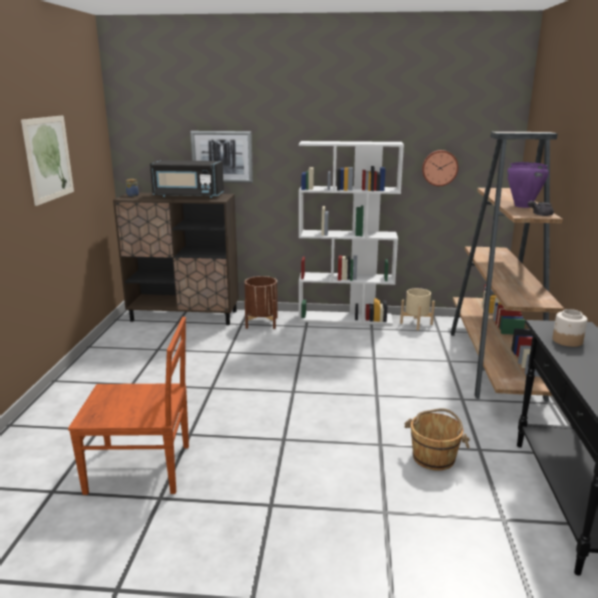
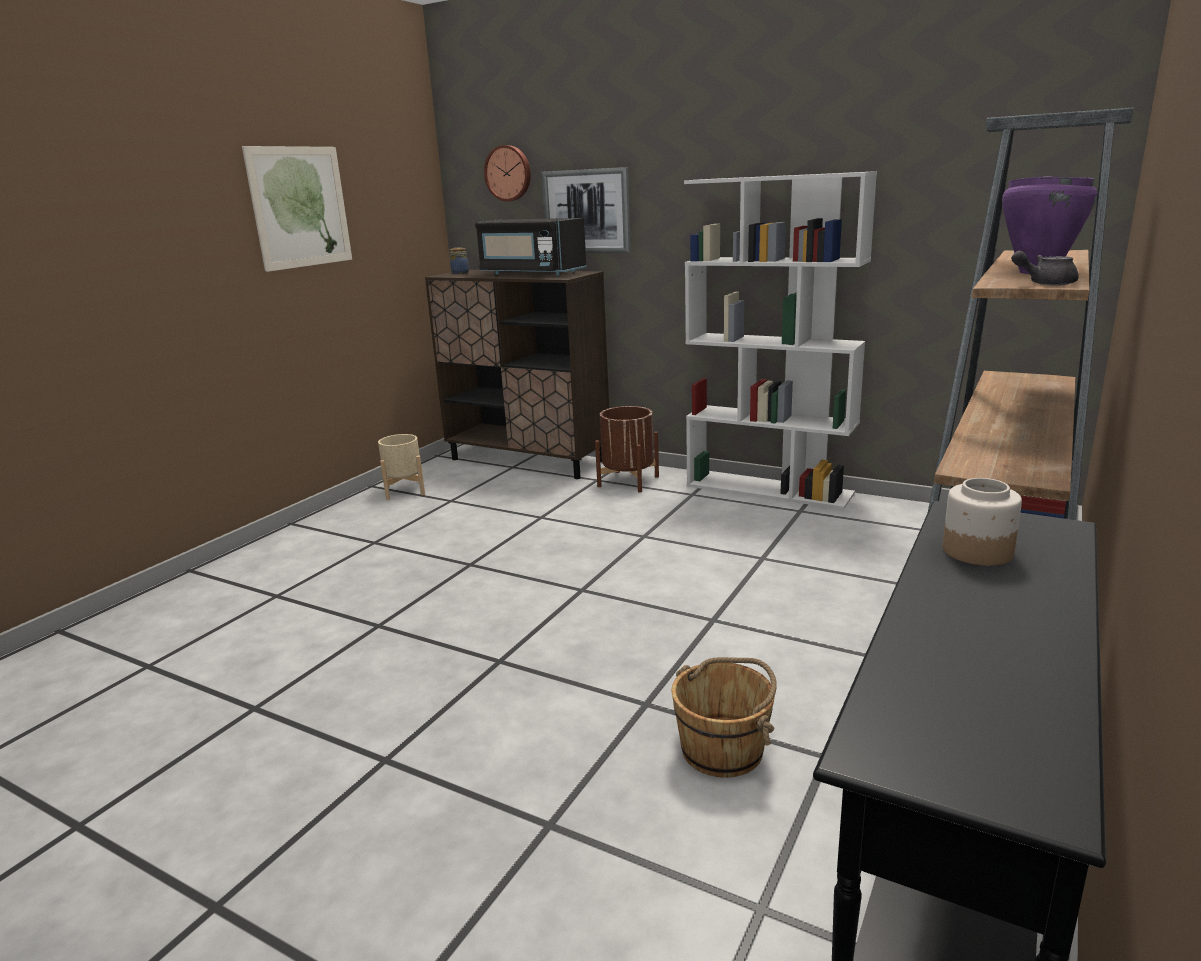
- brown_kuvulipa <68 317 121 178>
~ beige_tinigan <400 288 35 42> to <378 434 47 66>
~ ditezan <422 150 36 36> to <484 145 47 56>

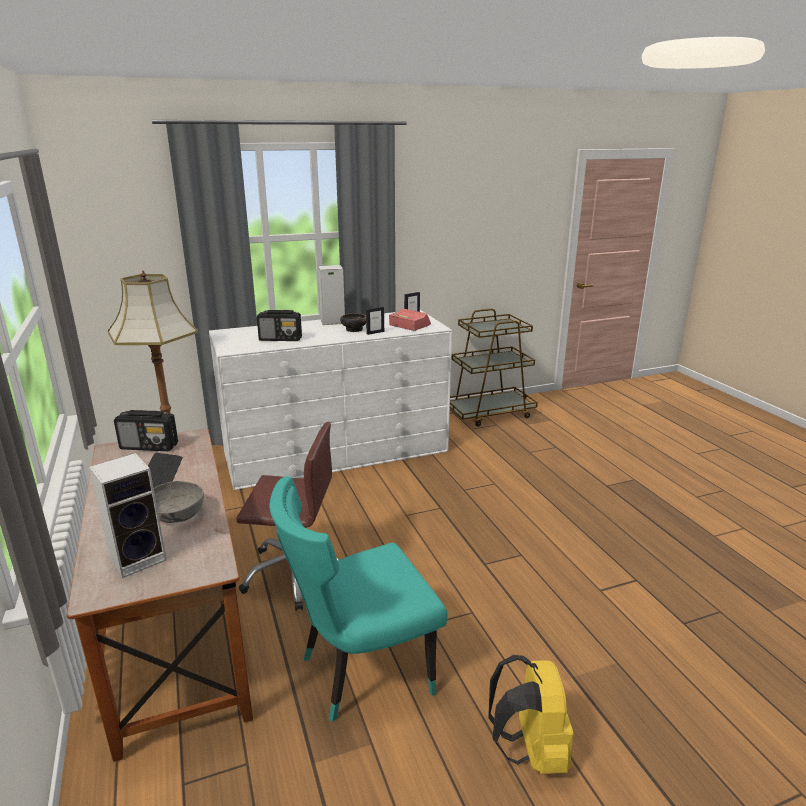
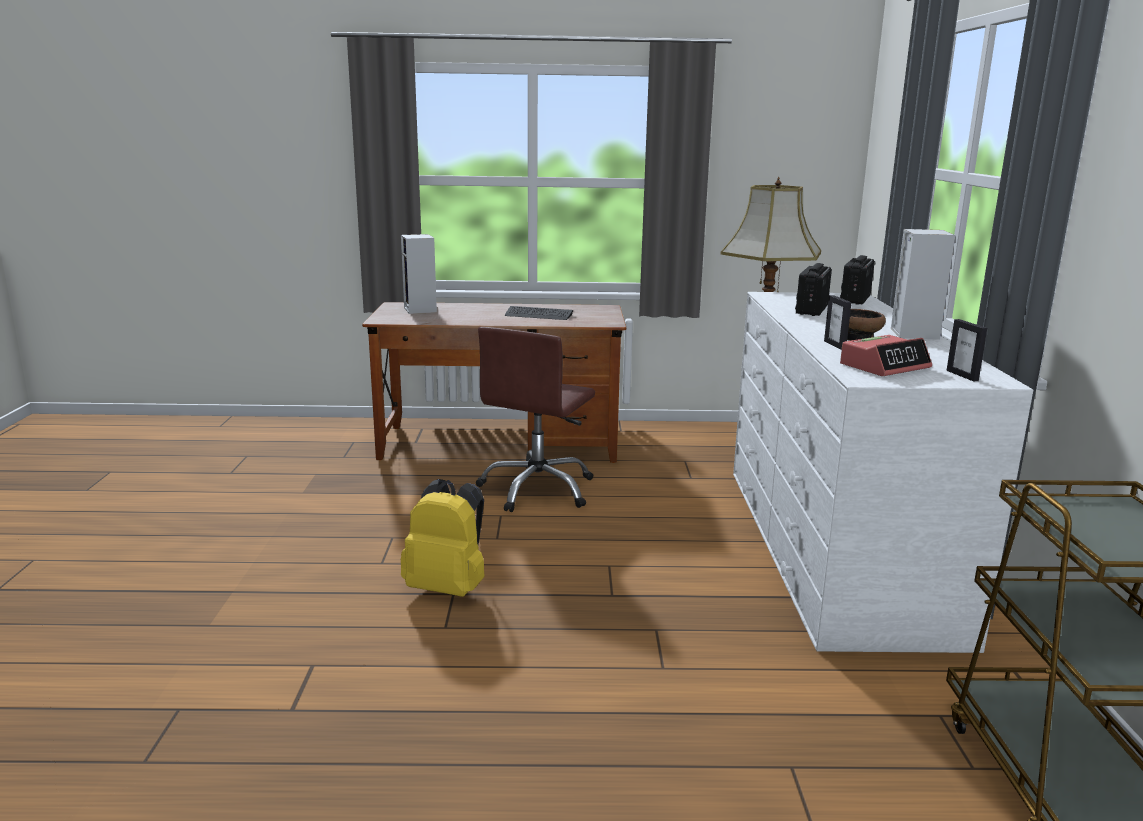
- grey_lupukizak <154 481 50 42>
- turquoise_kuvulipa <269 476 178 246>
~ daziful <114 410 64 41> to <840 255 35 50>
~ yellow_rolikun <488 655 86 119> to <401 479 84 118>

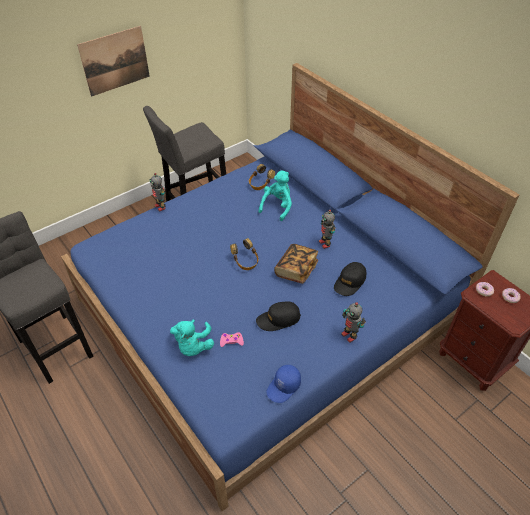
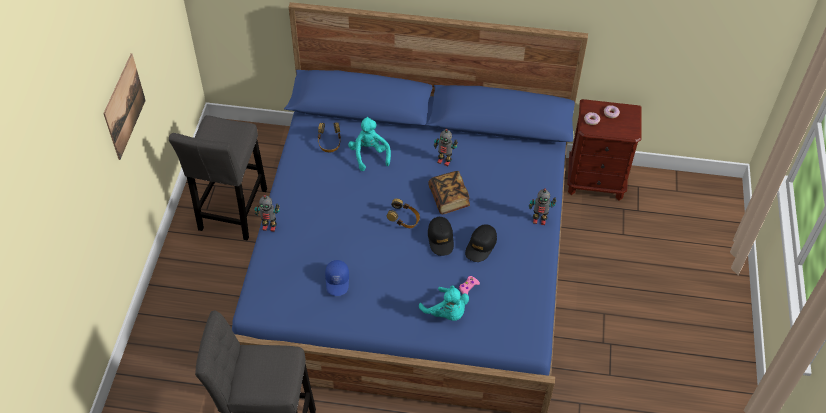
~ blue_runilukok <266 365 35 38> to <325 260 24 36>
~ black_runilukok <334 262 32 34> to <428 217 26 39>

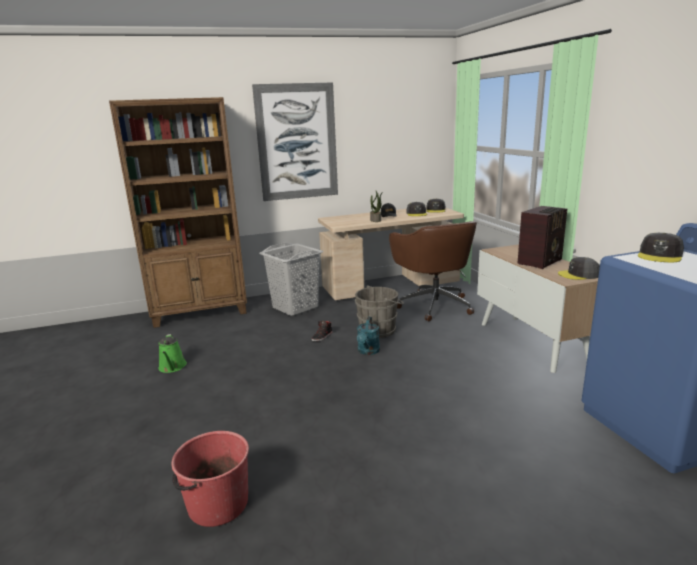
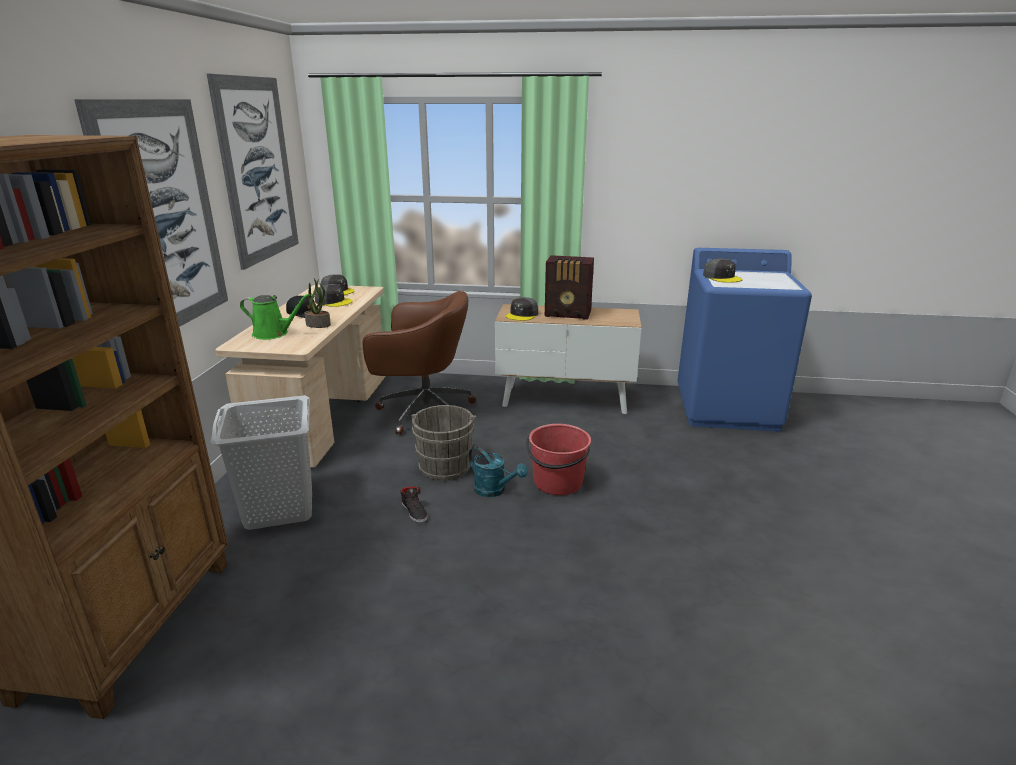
+ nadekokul <207 74 92 196>
~ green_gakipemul <158 334 29 39> to <240 294 70 46>
~ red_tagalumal <171 431 78 96> to <526 424 65 71>
~ grey_runilukok <558 257 42 23> to <506 297 32 24>
~ daziful <517 206 50 63> = <545 255 49 65> 120 degrees clockwise

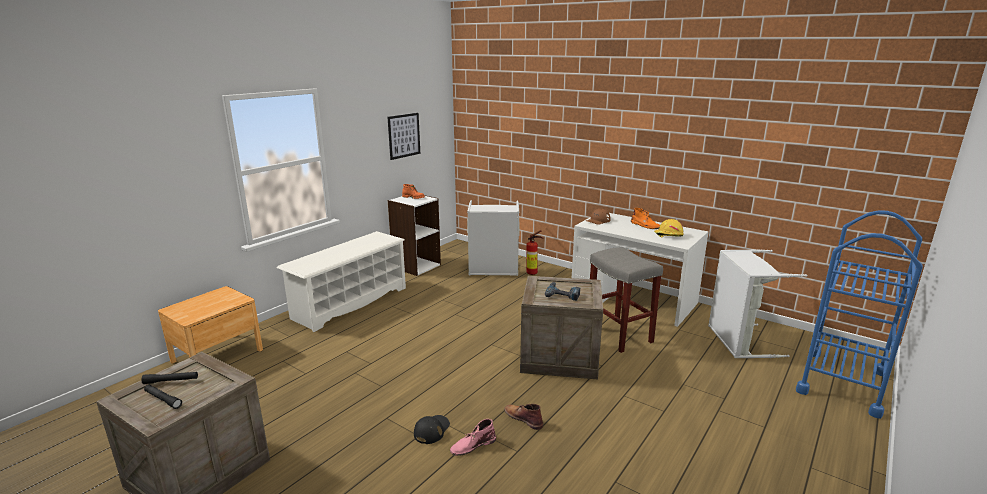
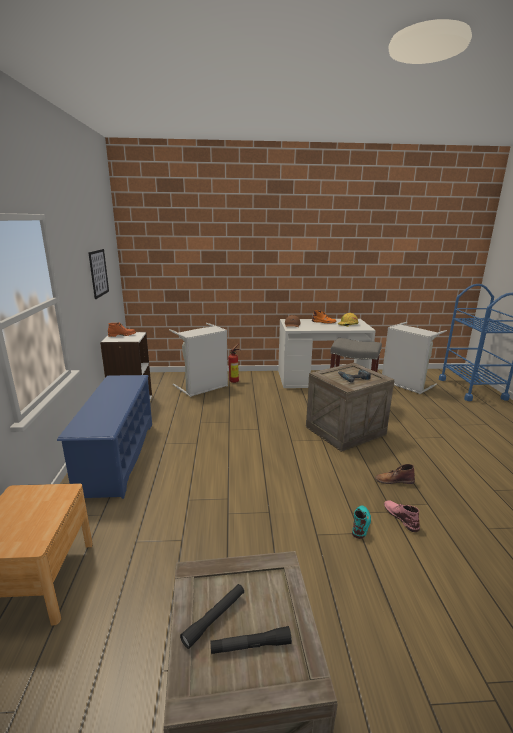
~ black_runilukok <414 415 36 29> to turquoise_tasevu <352 506 19 33>
~ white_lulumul <277 231 129 101> to blue_lulumul <57 375 95 124>
~ pink_tasevu <450 419 46 37> = <384 500 36 32> 135 degrees clockwise

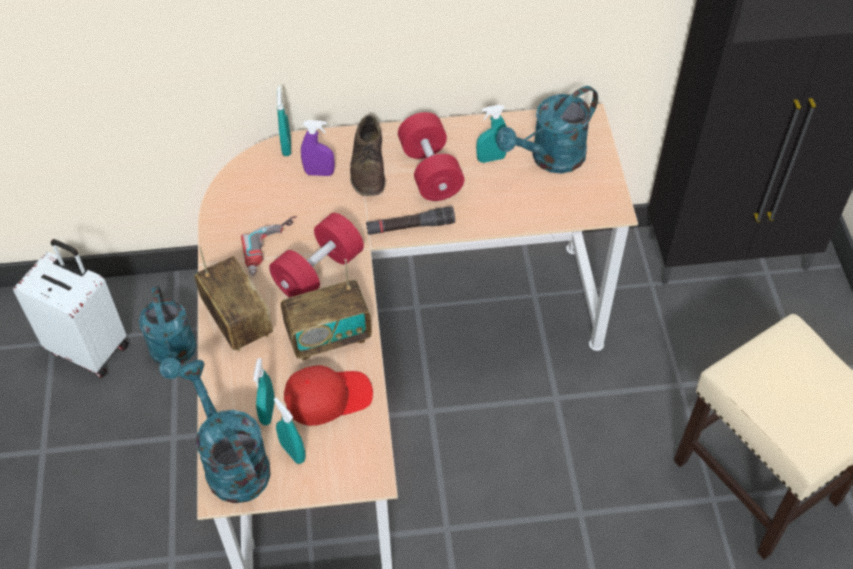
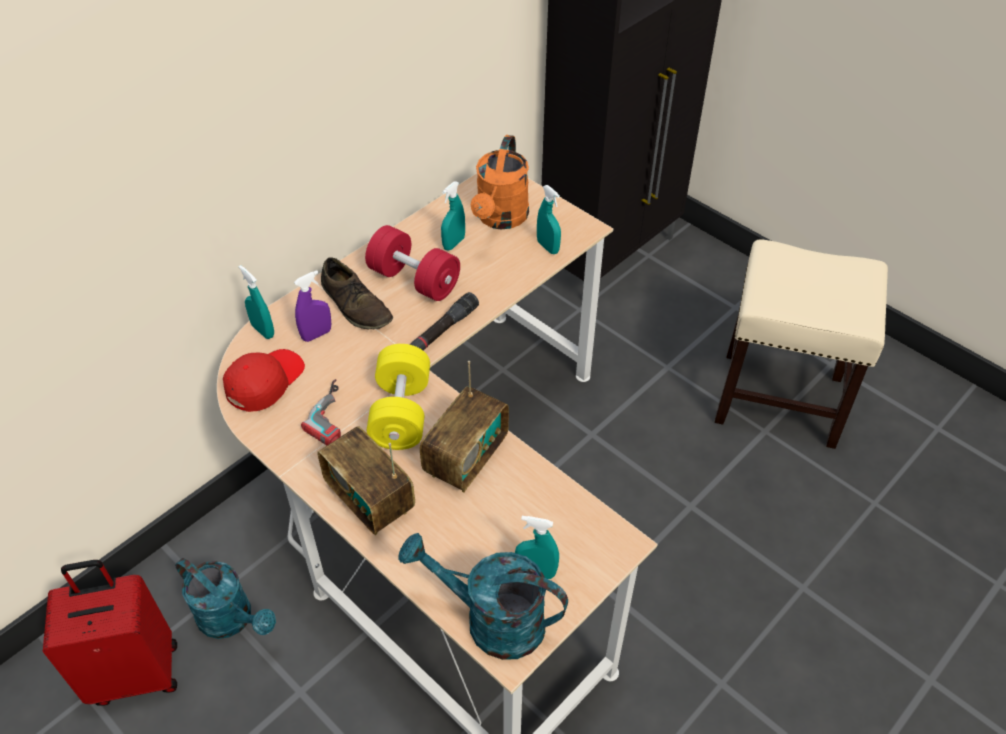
~ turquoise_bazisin <253 358 22 67> to <537 185 24 69>
~ red_runilukok <284 365 89 61> to <223 349 82 63>
~ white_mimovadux <13 239 116 139> to red_mimovadux <43 560 134 146>
~ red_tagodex <269 213 95 85> to yellow_tagodex <367 344 63 106>
~ turquoise_gakipemul <496 86 102 88> to orange_gakipemul <471 135 58 94>
~ daziful <195 246 78 105> = <317 426 98 109> 150 degrees counterclockwise

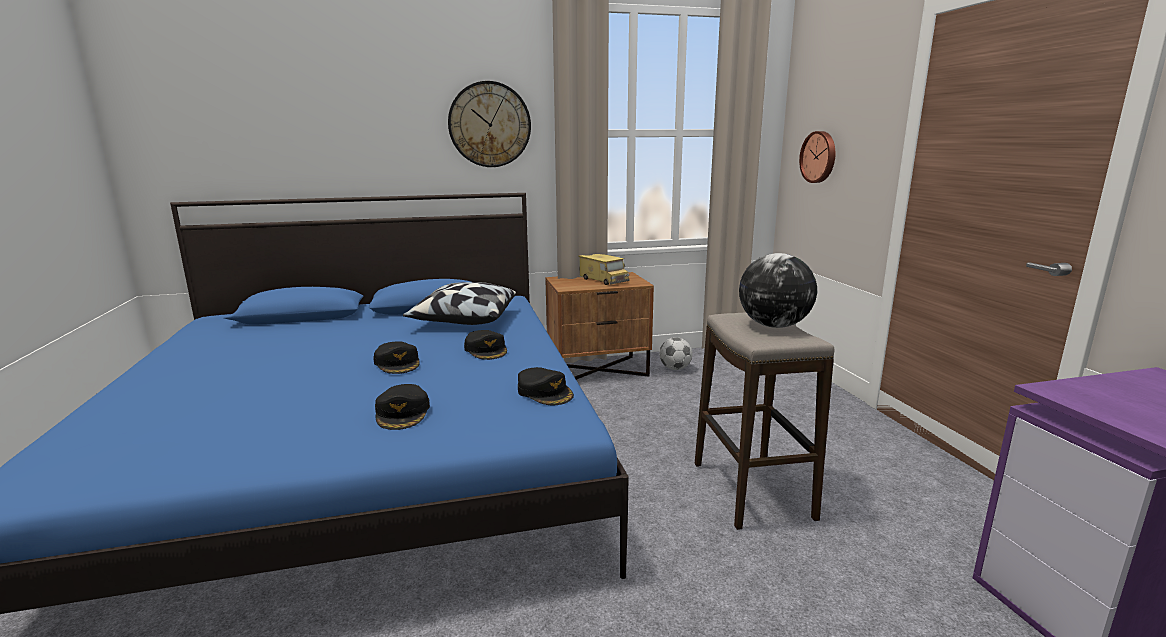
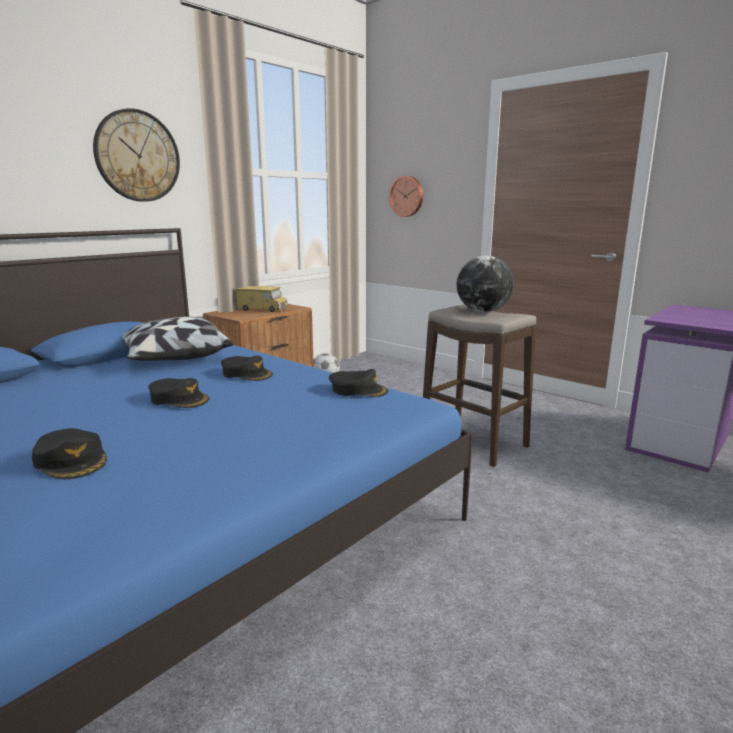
~ black_runilukok <375 384 55 46> to <32 428 75 51>

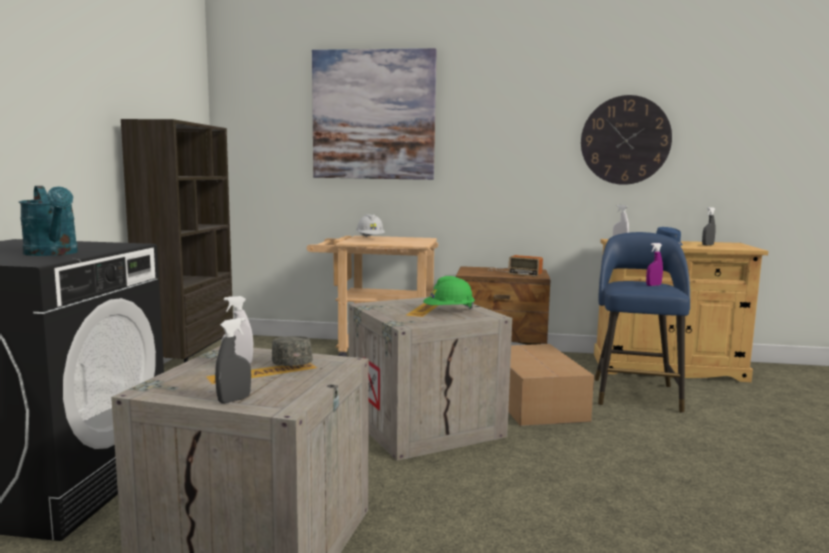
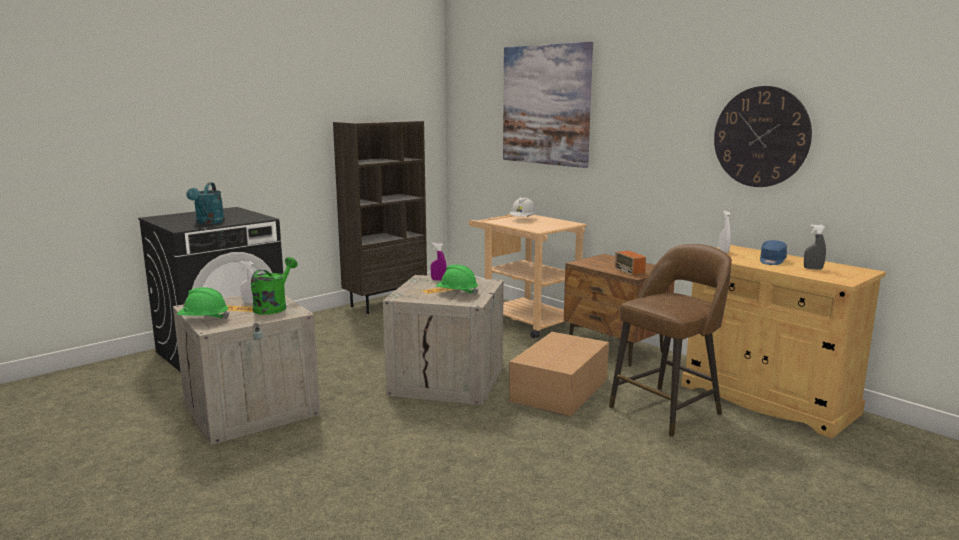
~ purple_bazisin <646 243 17 43> to <430 243 17 38>
~ grey_bazisin <215 318 36 86> to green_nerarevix <177 287 53 32>
~ grey_runilukok <271 336 41 30> to green_gakipemul <251 257 47 58>
~ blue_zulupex <594 232 96 181> to brown_zulupex <609 244 123 193>

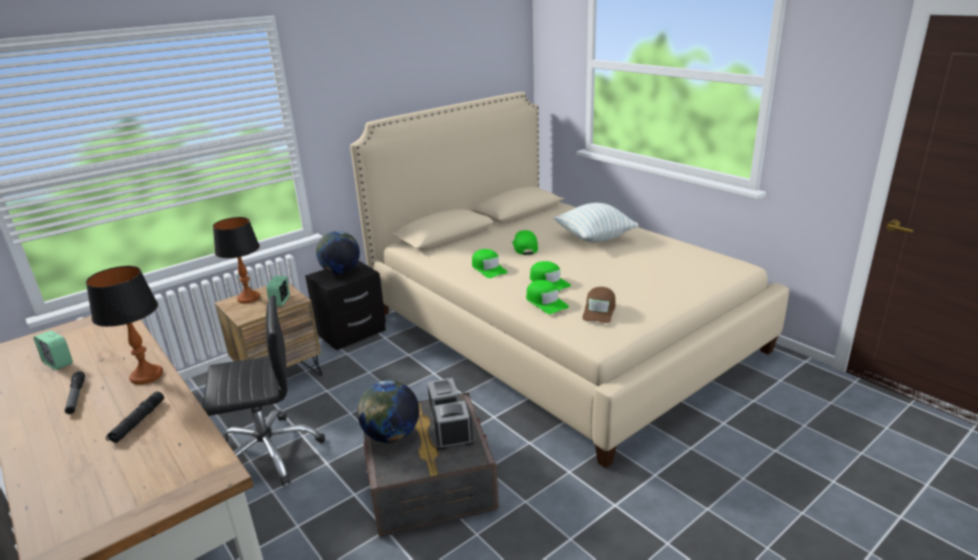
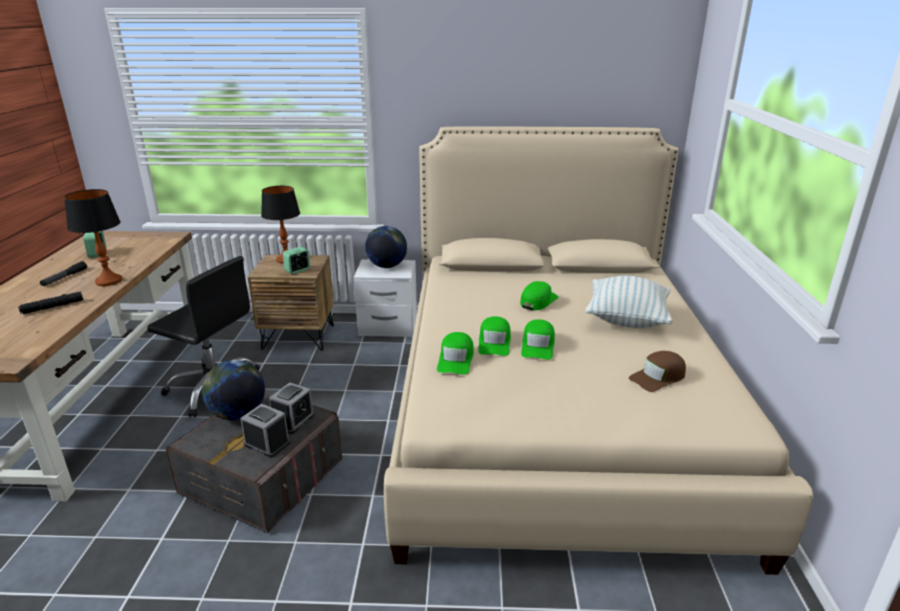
~ green_runilukok <472 249 36 29> to <521 319 34 41>
~ brown_runilukok <582 287 34 36> to <629 351 57 41>
~ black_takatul <305 260 81 90> to white_takatul <354 260 63 77>

